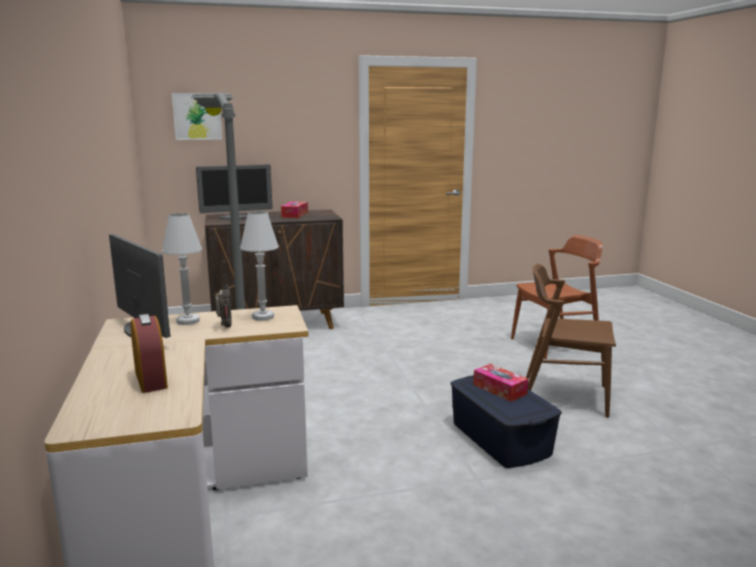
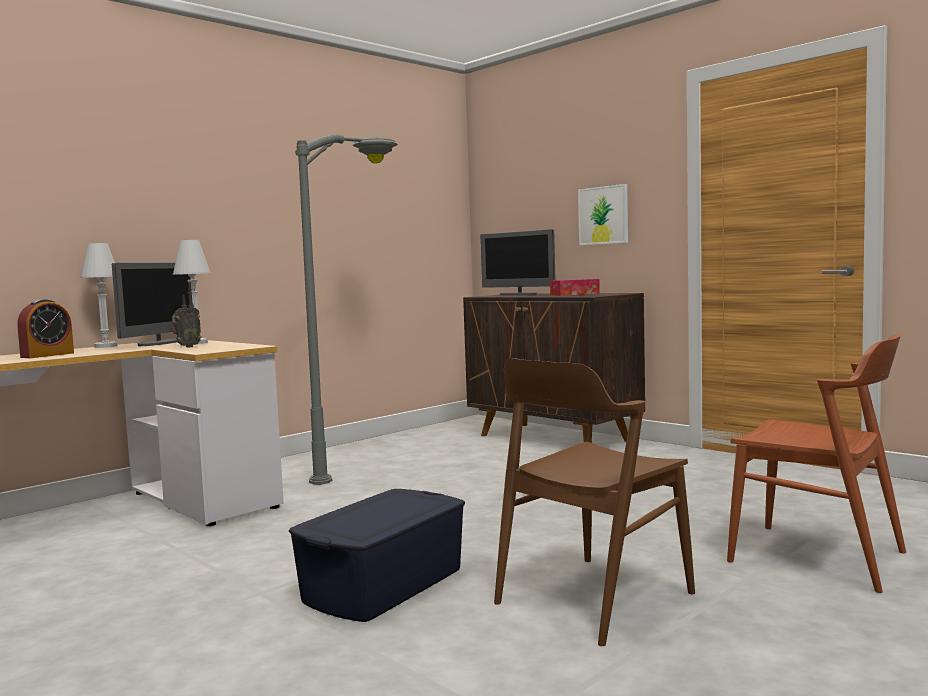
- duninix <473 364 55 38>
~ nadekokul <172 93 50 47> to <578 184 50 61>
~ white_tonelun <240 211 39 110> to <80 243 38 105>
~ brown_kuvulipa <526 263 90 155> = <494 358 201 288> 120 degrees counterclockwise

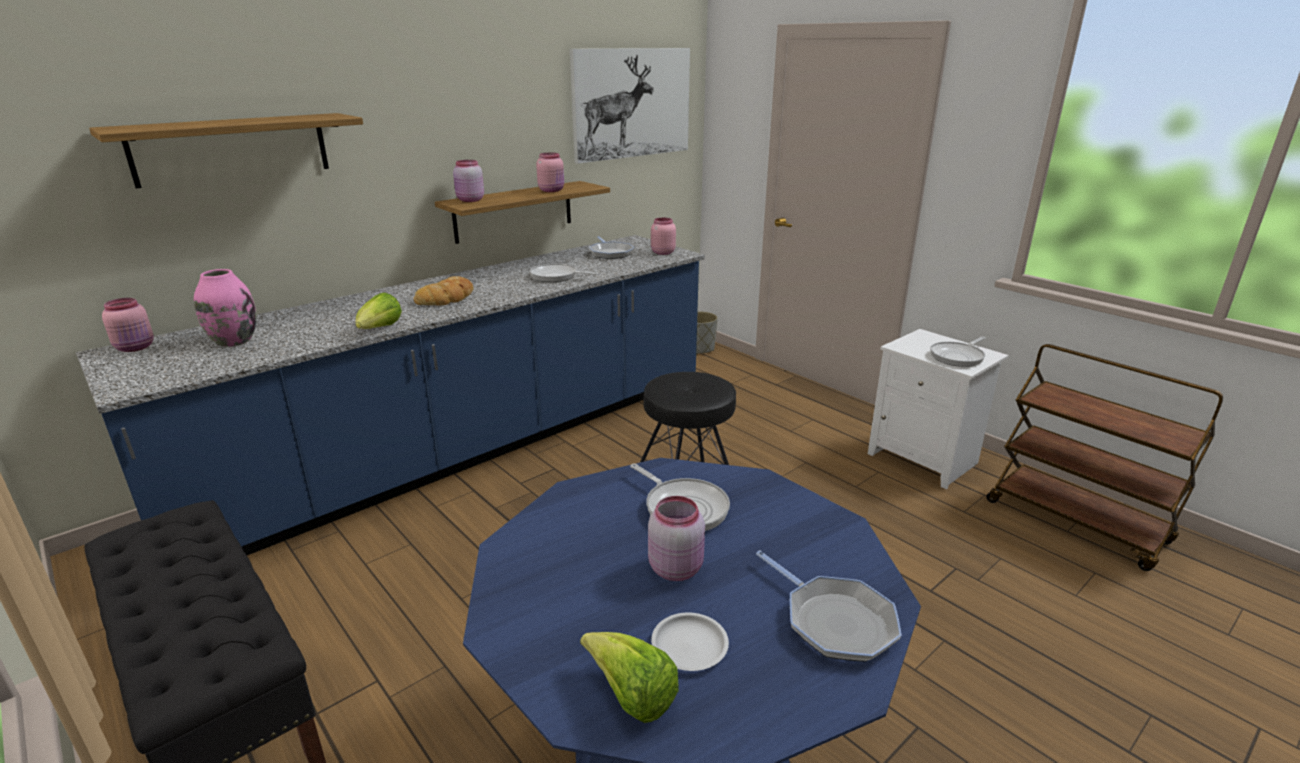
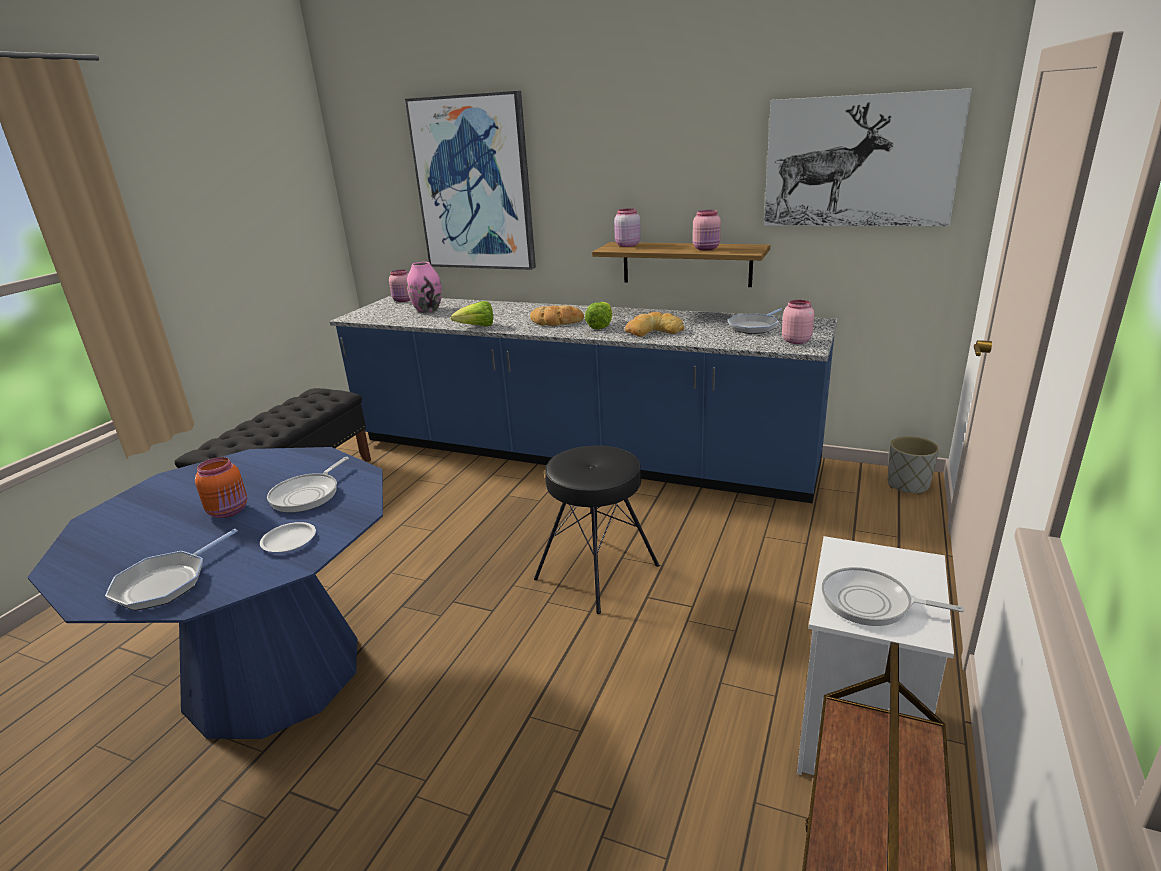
~ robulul <580 632 99 91> to <585 302 27 28>
~ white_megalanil <651 612 78 59> to <260 522 56 30>
~ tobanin <89 113 274 75> to nadekokul <405 91 131 179>
~ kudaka <530 263 68 19> to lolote <625 312 59 25>
~ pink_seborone <648 496 57 85> to orange_seborone <195 457 52 61>

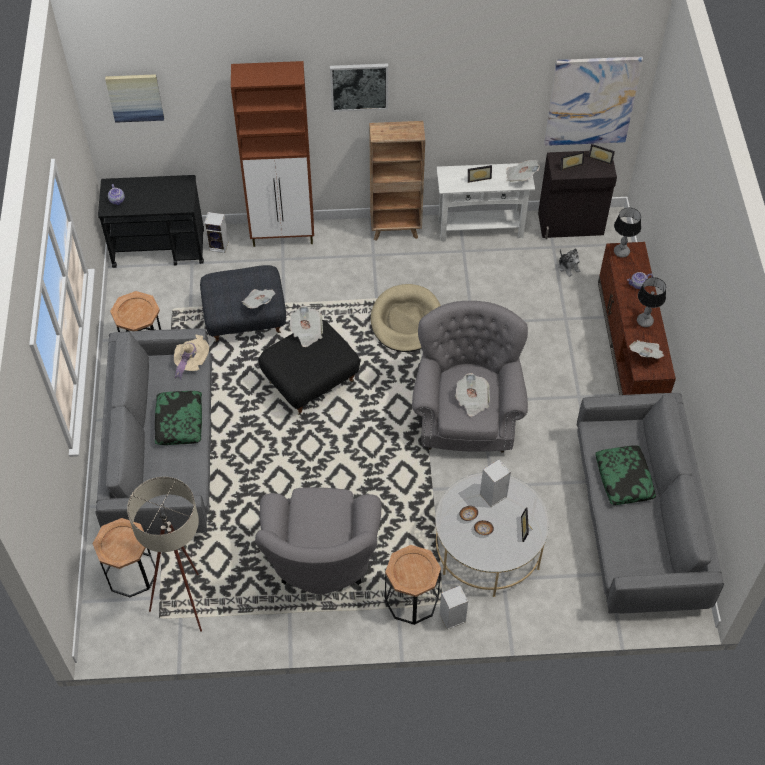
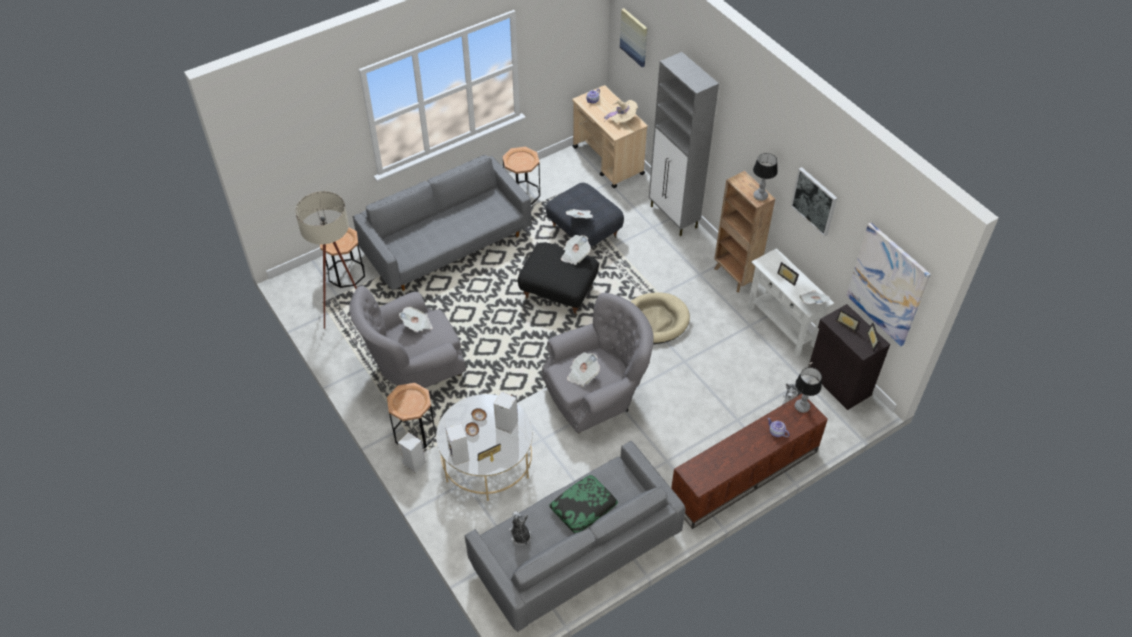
- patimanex <155 391 47 54>
+ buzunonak <509 511 22 34>
~ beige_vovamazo <174 335 35 45> to <604 100 34 23>
~ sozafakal <204 212 25 41> to <445 423 24 42>
~ nadekokul <330 63 58 49> to <791 167 46 70>
~ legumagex <629 340 35 19> to <399 307 34 25>
~ tonelun <637 277 29 50> to <753 153 25 48>
~ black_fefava <98 175 106 93> to beige_fefava <573 85 75 103>
~ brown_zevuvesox <231 61 83 186> to grey_zevuvesox <649 52 70 184>

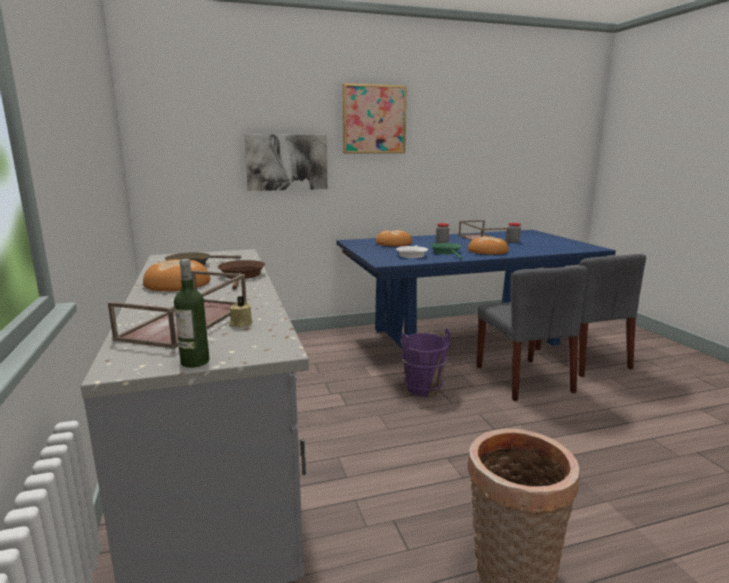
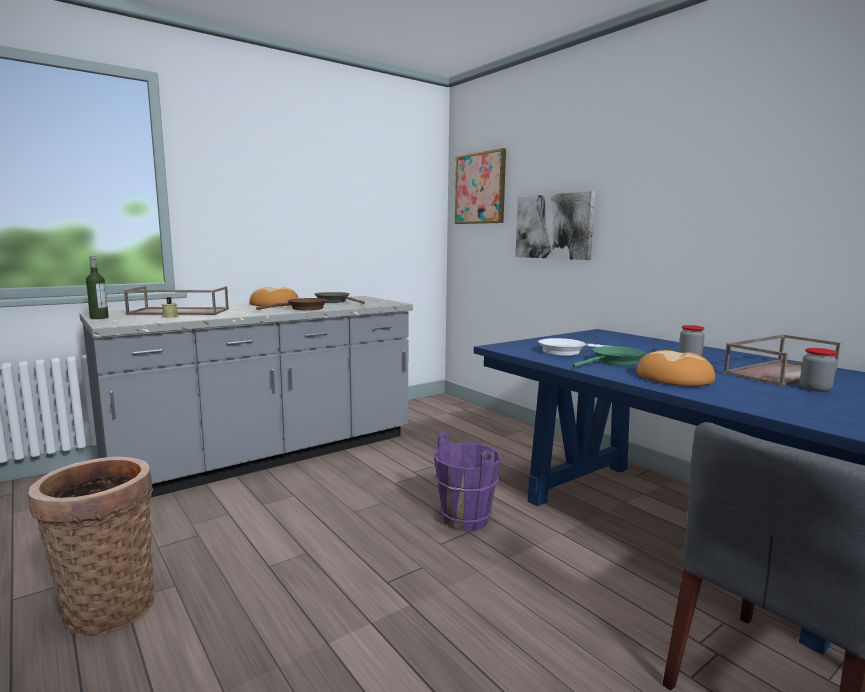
- lolote <376 230 36 16>
- grey_kuvulipa <477 266 111 135>
~ nadekokul <342 83 65 70> to <455 148 51 76>

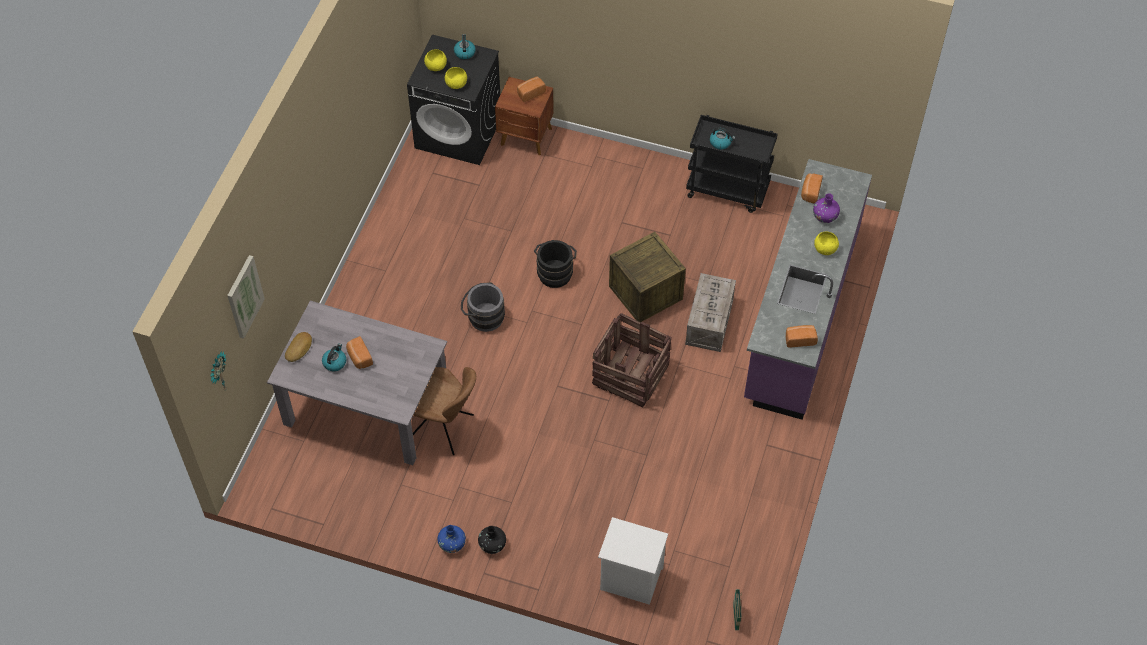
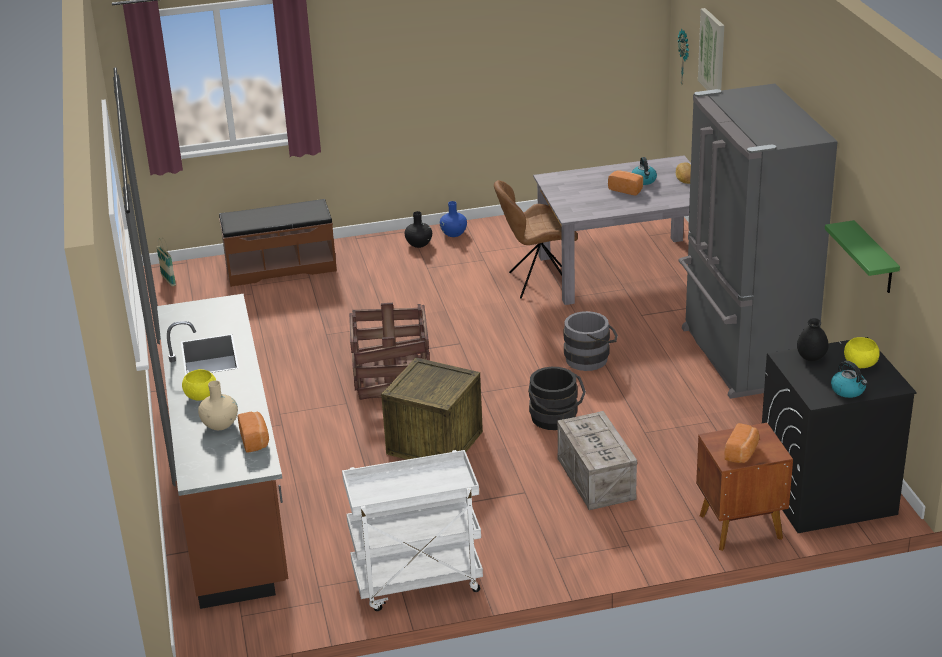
- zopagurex <710 128 25 22>
- lolote <786 325 32 22>
+ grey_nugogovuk <678 84 160 315>
+ green_tobanin <825 220 75 73>
~ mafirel <685 273 51 79> to <557 411 80 99>
~ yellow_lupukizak <445 67 22 22> to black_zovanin <797 318 32 43>
~ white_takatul <598 517 70 88> to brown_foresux <219 199 118 88>
~ black_fefava <686 115 92 98> to white_fefava <342 450 141 161>
~ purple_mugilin <744 159 128 261> to brown_mugilin <157 294 131 315>
~ purple_zovanin <813 193 27 30> to beige_zovanin <198 380 40 50>

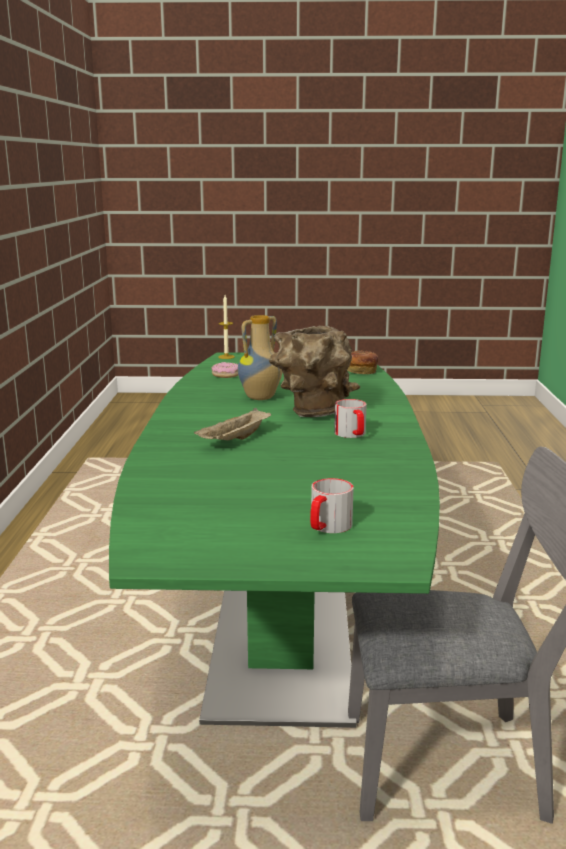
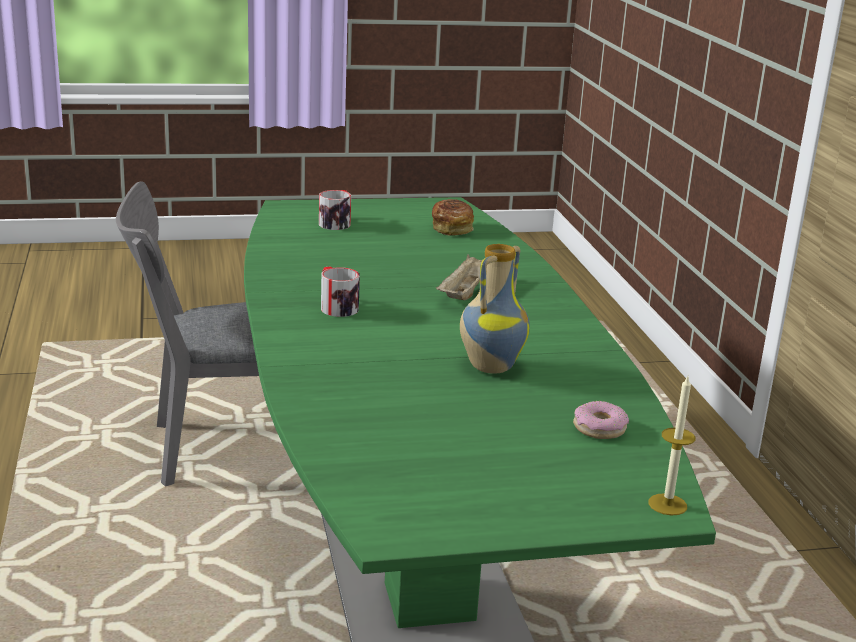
- brown_zovanin <269 326 91 91>
~ lolote <347 350 32 24> to <432 199 42 36>

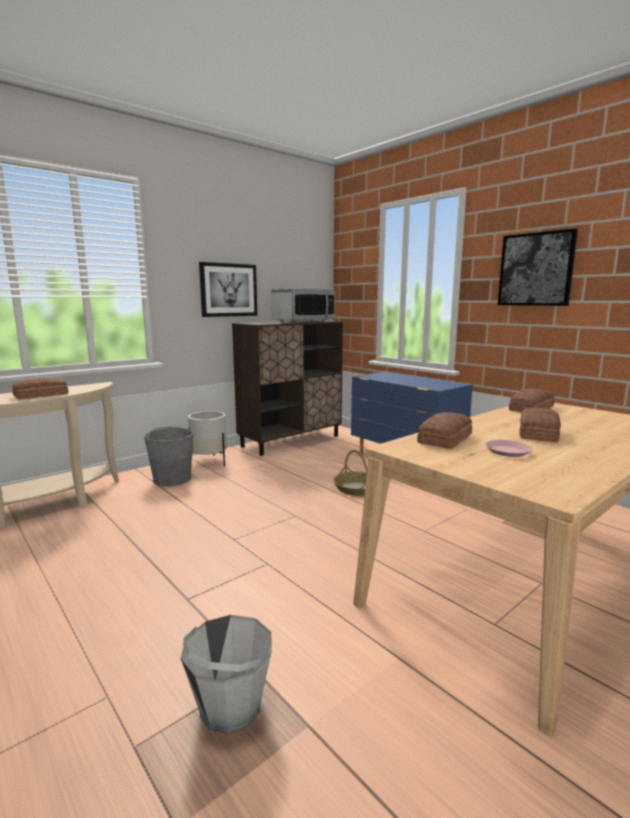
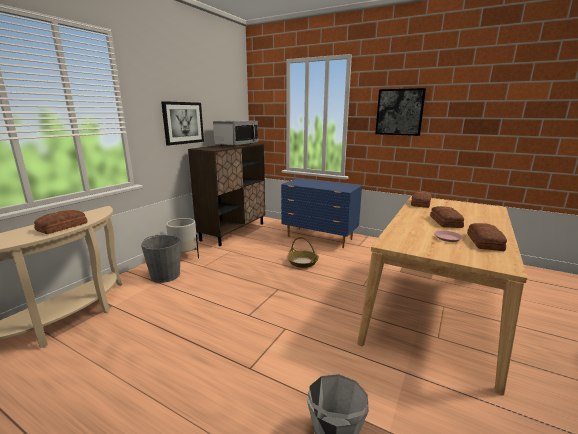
~ lolote <417 412 55 37> to <467 223 40 28>

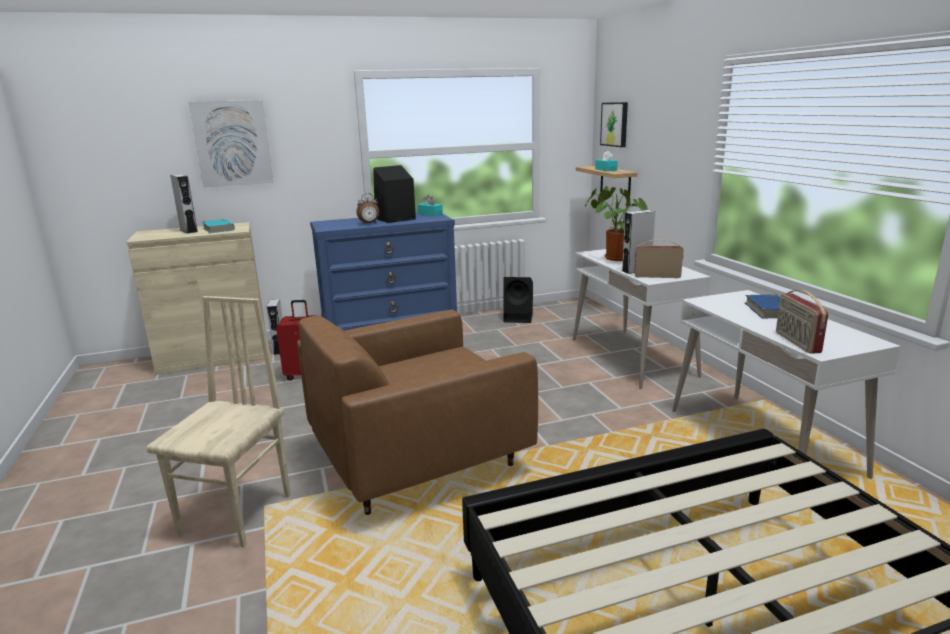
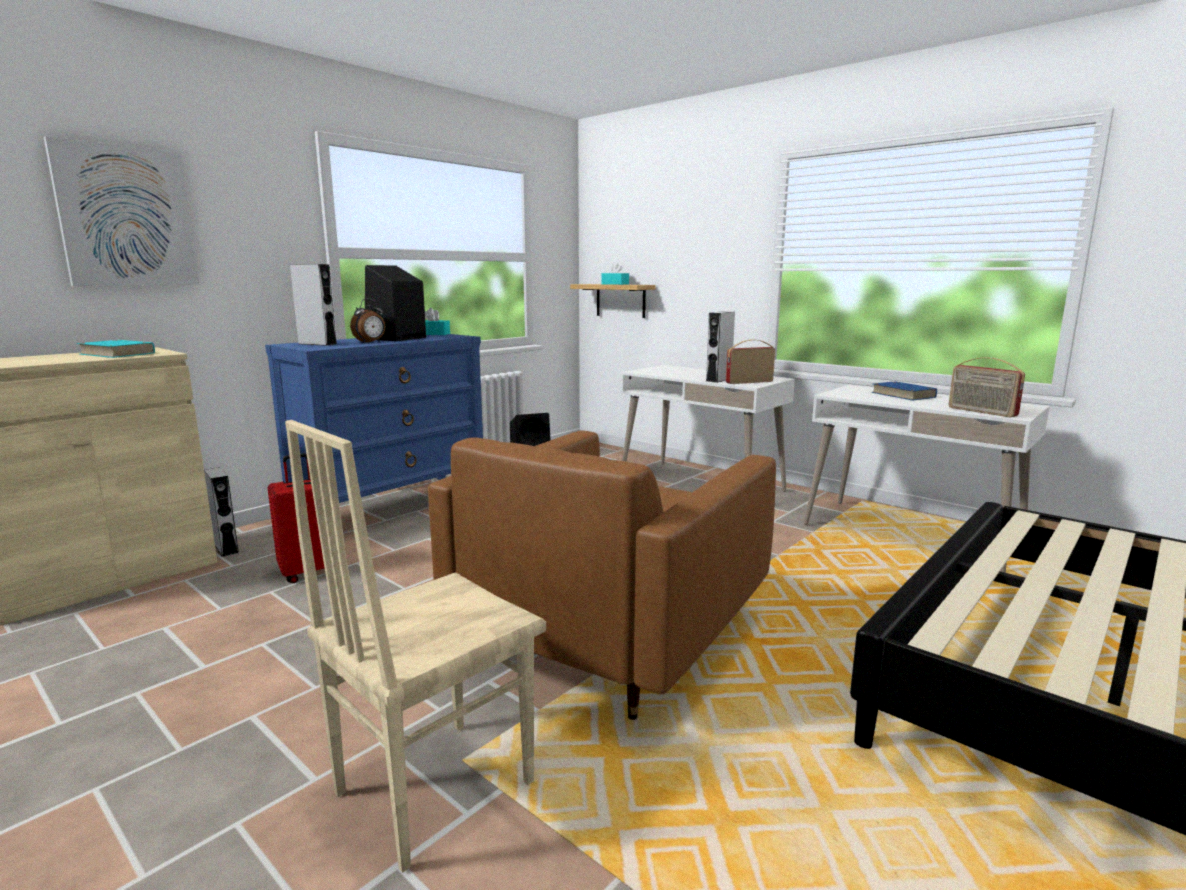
- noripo <585 186 63 75>
- nadekokul <600 102 28 45>
~ grey_sozafakal <170 174 28 60> to <290 264 47 82>
~ beige_kuvulipa <146 296 144 252> = <285 420 261 453> 120 degrees counterclockwise

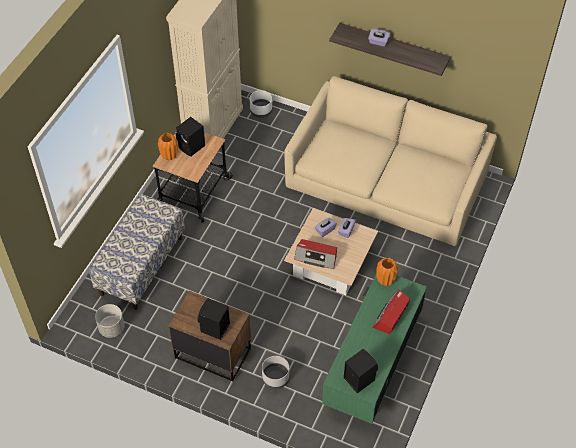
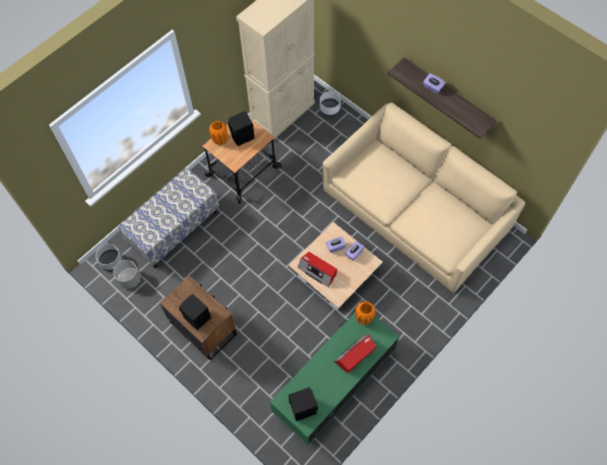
~ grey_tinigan <262 356 27 33> to <96 244 27 28>

